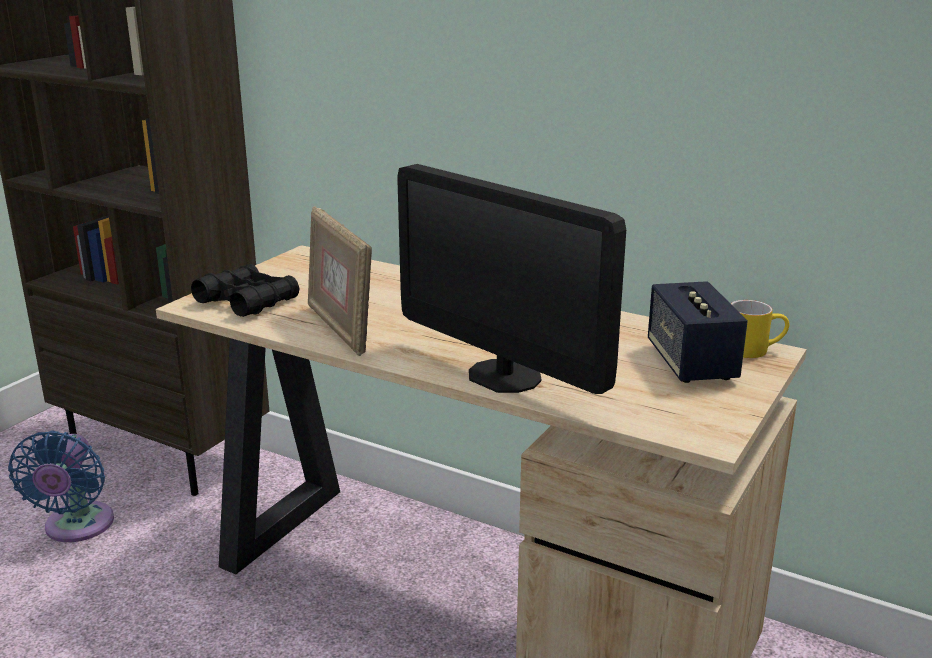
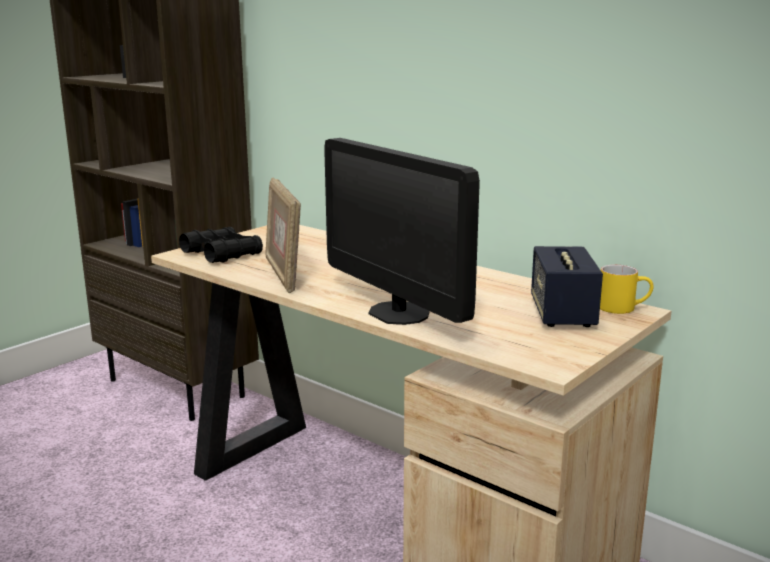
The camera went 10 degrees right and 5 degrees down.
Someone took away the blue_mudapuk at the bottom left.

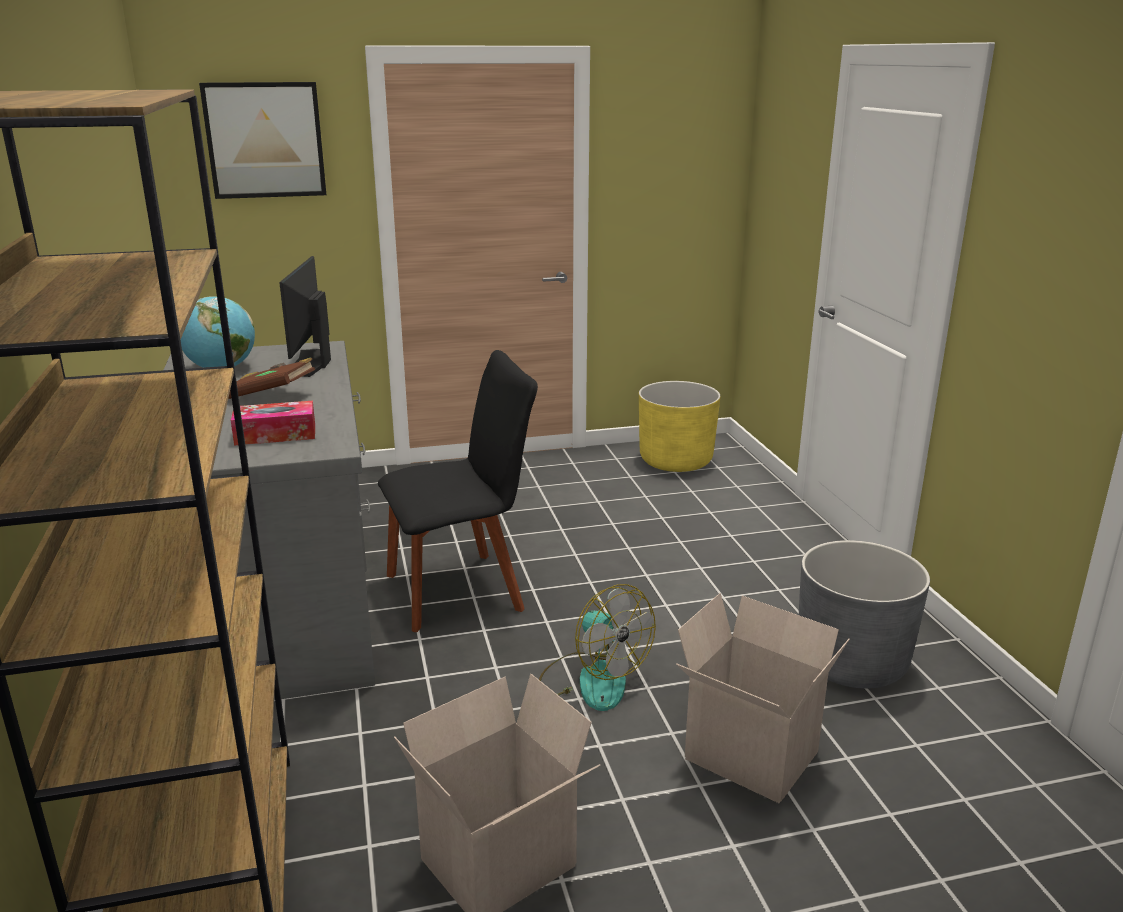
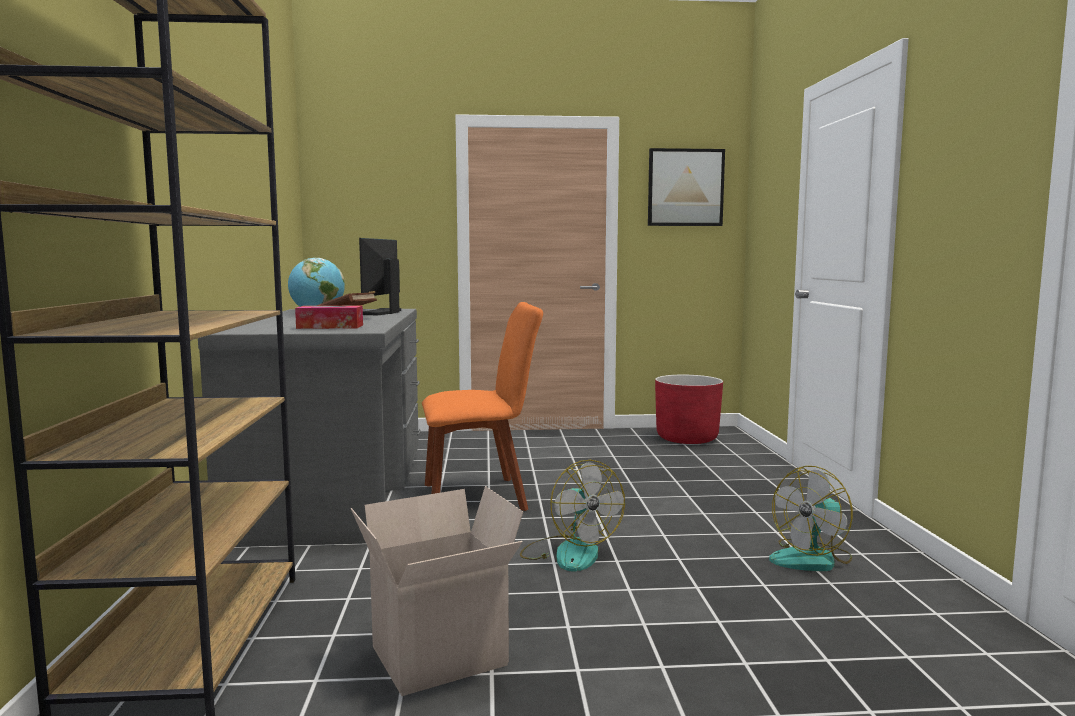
The camera went 10 degrees right and 15 degrees down.
Someone carried the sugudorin from the top left to the top centre.
Someone repainted the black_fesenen at the centre, which became the orange_fesenen at the centre.
Someone repainted the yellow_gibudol at the centre, which became the red_gibudol at the centre.
Someone swapped the grey_gibudol at the bottom right for the mudapuk (2nd from left) at the bottom right.
Someone took away the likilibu (2nd from left) at the bottom right.

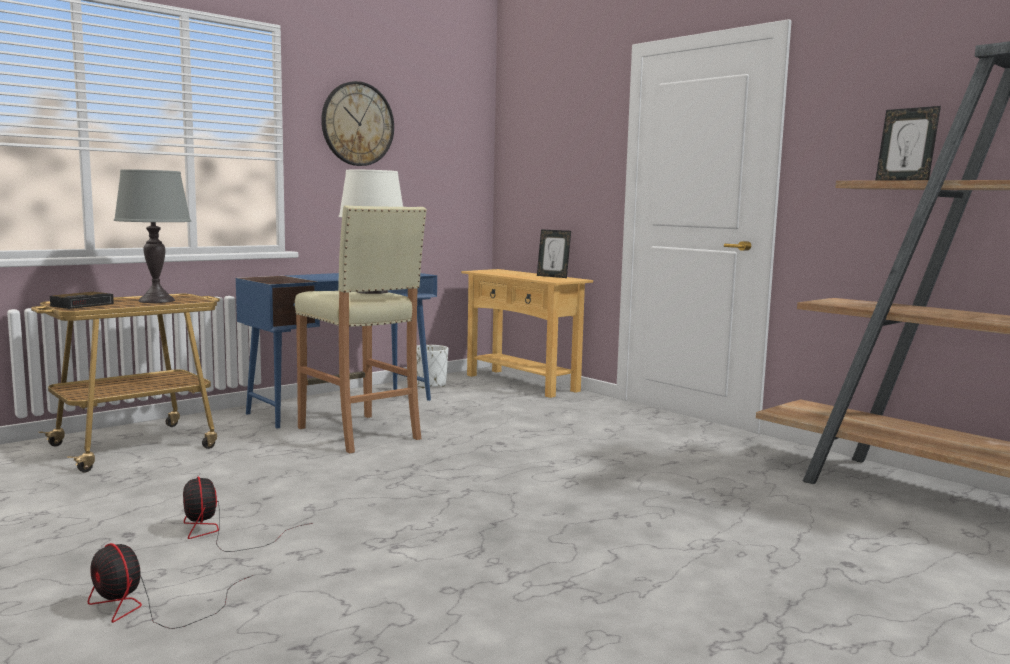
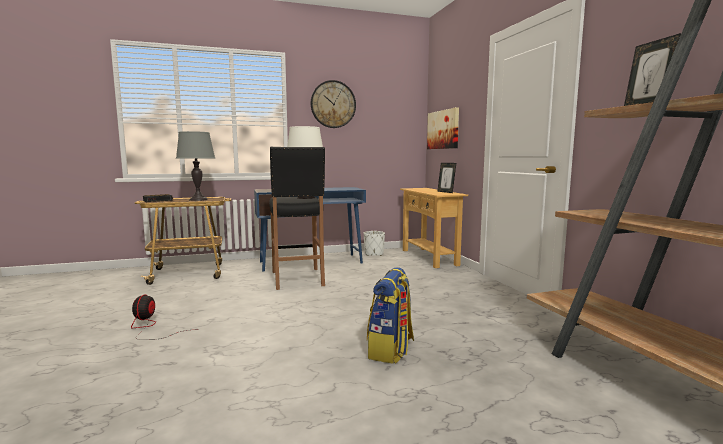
The camera went 25 degrees right and 0 degrees up.
Someone repainted the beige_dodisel at the centre, which became the black_dodisel at the centre.
Someone took away the mudapuk (1st from left) at the bottom left.
Someone put up the sugudorin at the top centre.
Someone put down the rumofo at the bottom centre.

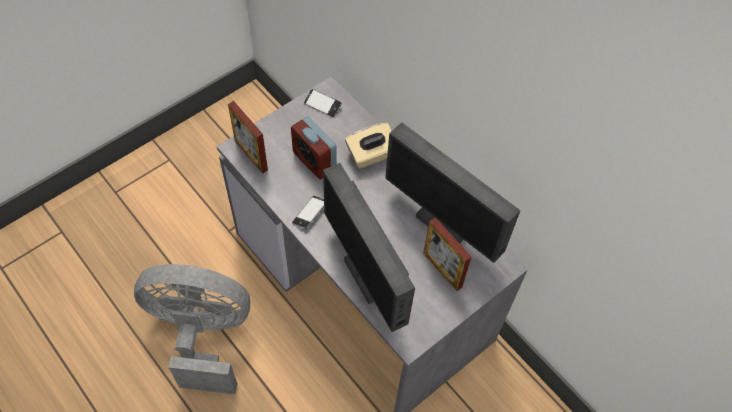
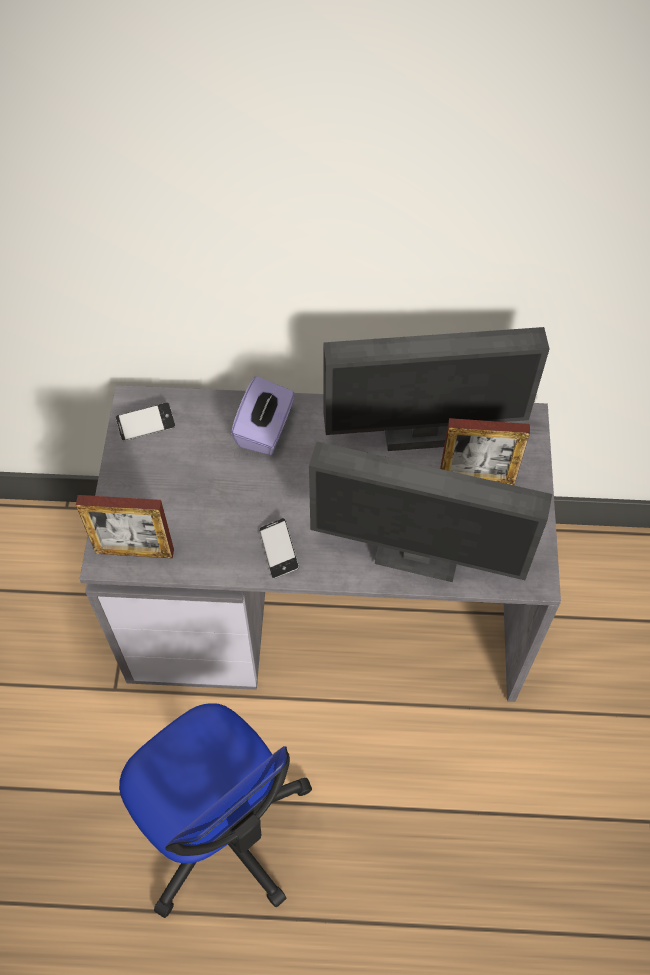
The camera went 45 degrees left and 0 degrees up.
Someone took away the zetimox at the centre.
Someone repainted the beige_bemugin at the centre, which became the purple_bemugin at the centre.
Someone swapped the grey_mudapuk at the bottom left for the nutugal at the bottom left.

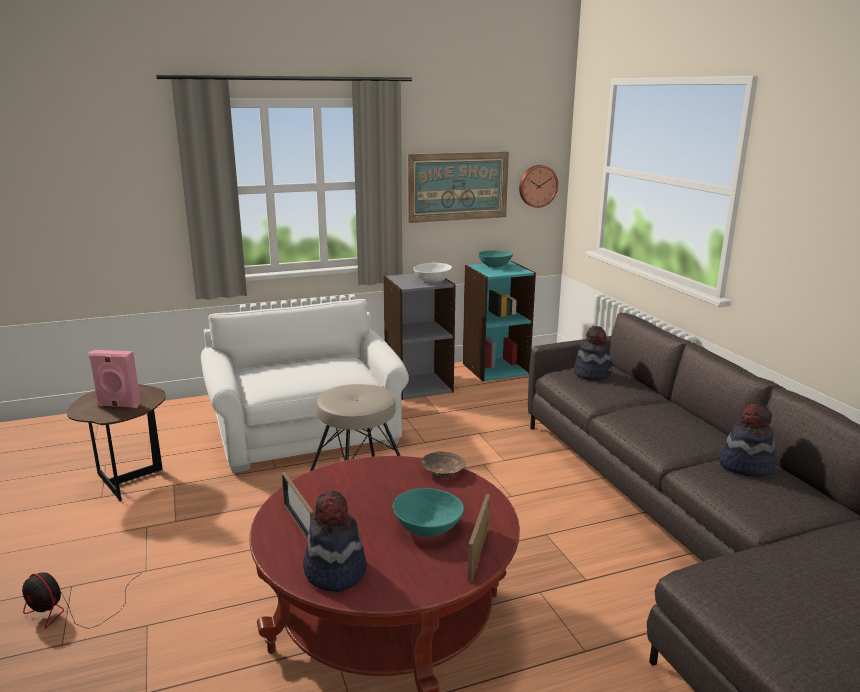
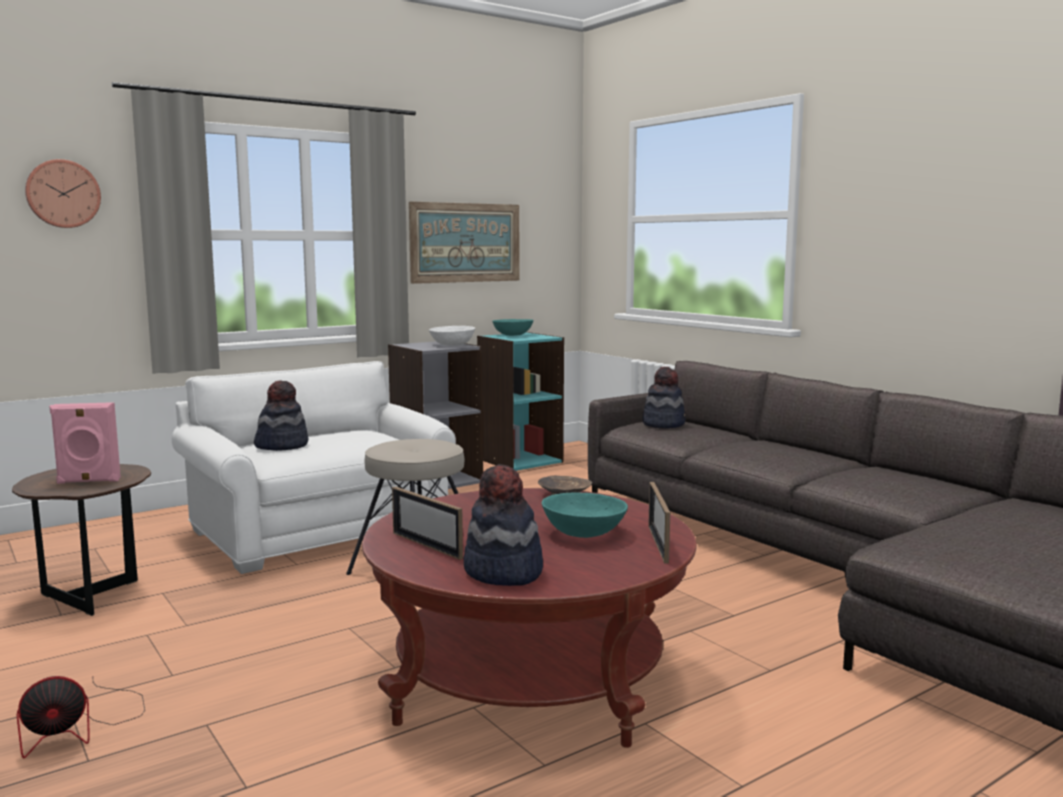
The camera went 15 degrees left and 10 degrees down.
Someone carried the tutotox from the top centre to the top left.
Someone carried the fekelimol (3rd from left in the first image) from the middle right to the middle left.
Someone rotated the mudapuk at the bottom left by 45 degrees counterclockwise.

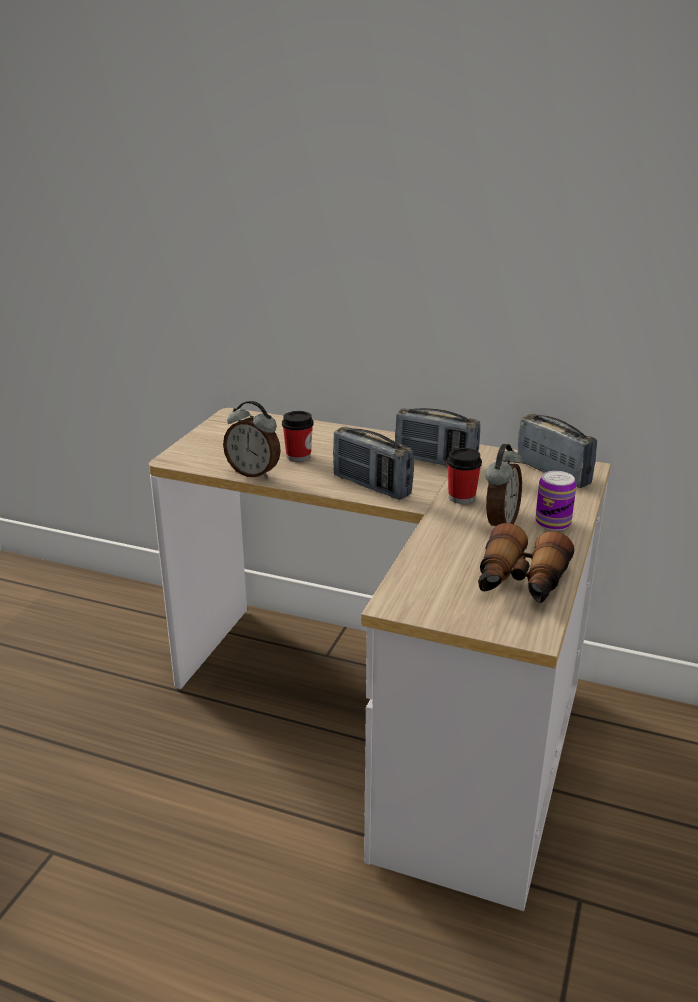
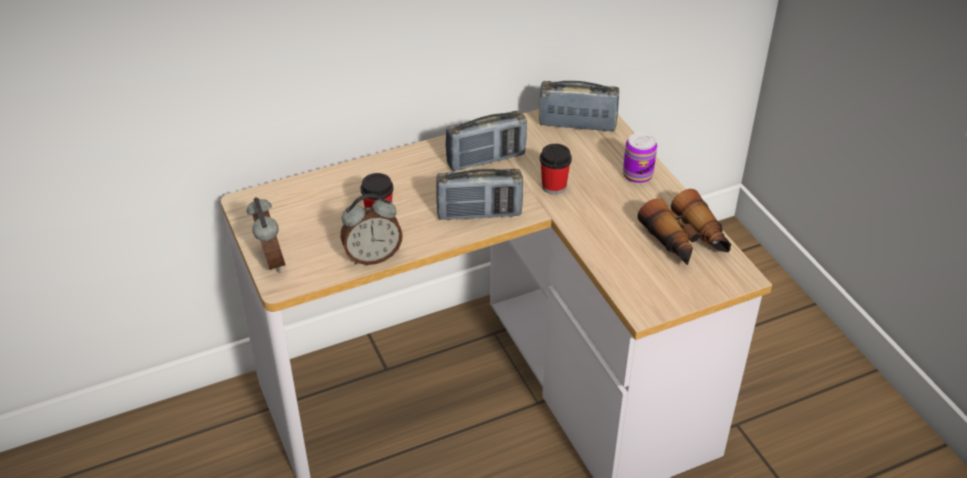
The camera went 45 degrees left and 15 degrees up.
Someone carried the zetimox (2nd from left in the first image) from the middle right to the middle left.

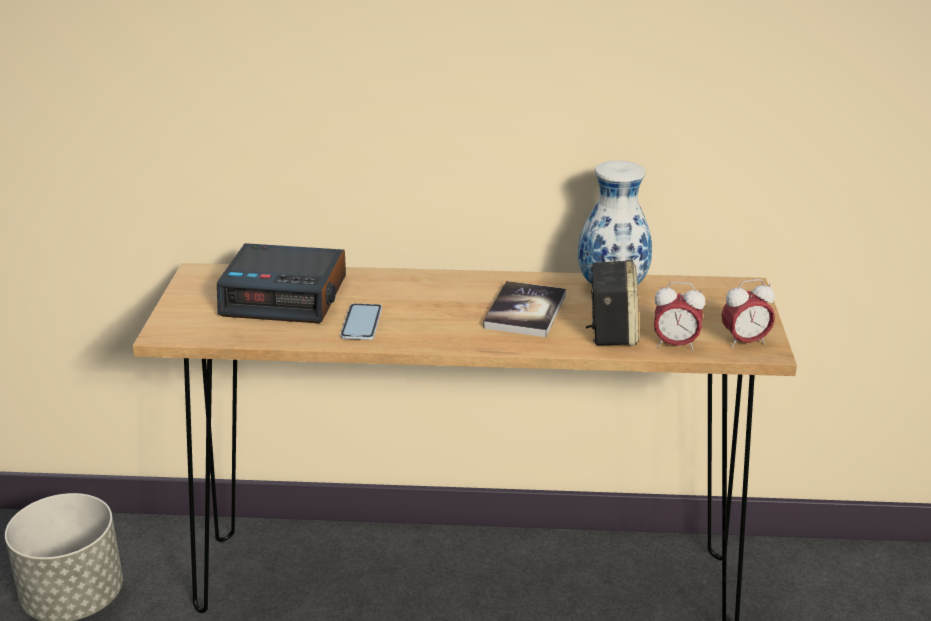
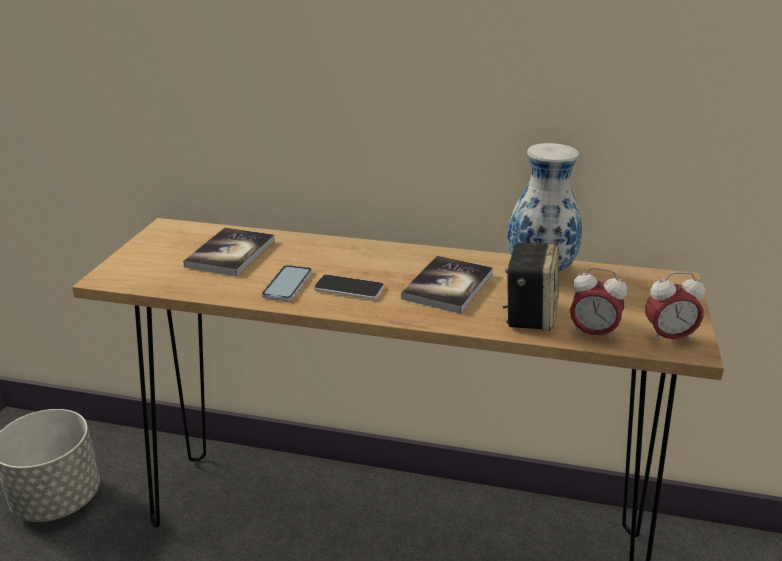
The camera went 10 degrees right and 0 degrees up.
Someone swapped the zetimox (1st from left) at the middle left for the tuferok (1st from left) at the middle left.
Someone put down the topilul (2nd from left) at the centre.

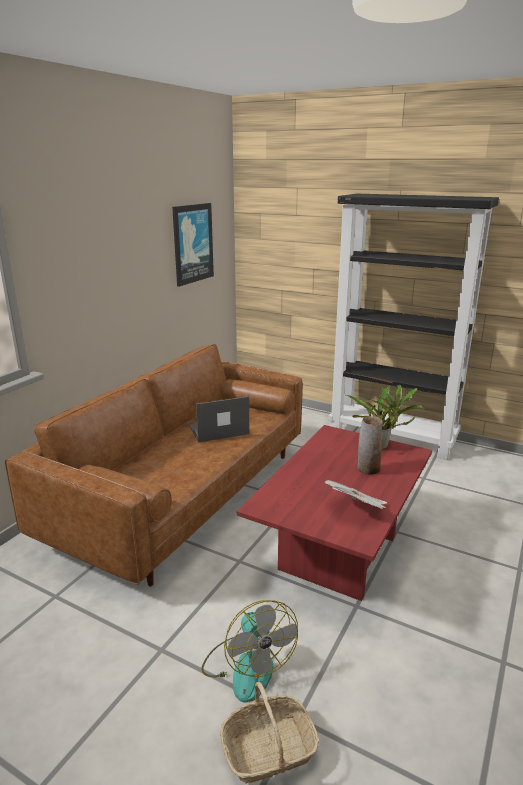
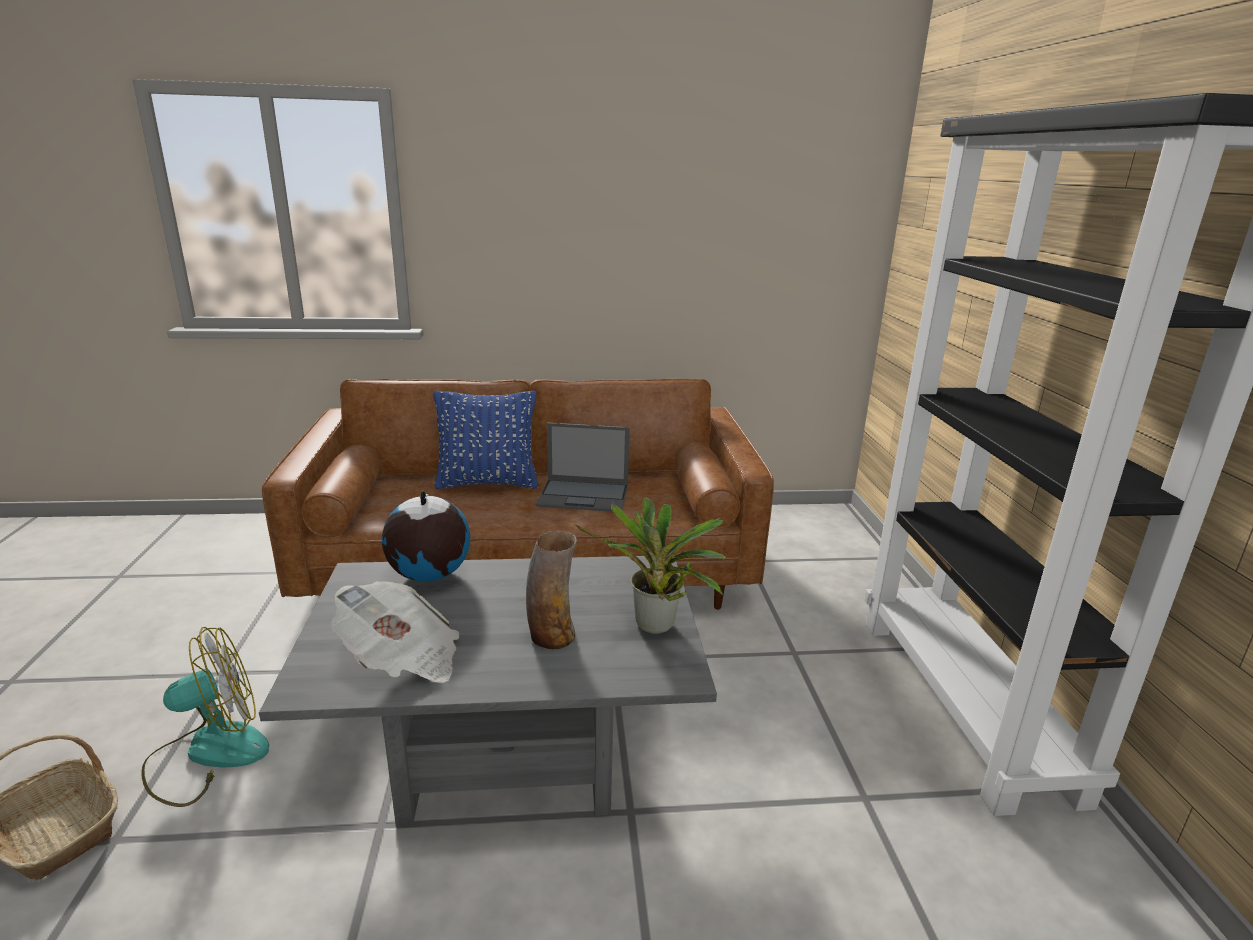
The camera went 55 degrees right and 0 degrees up.
Someone took away the sugudorin at the top centre.
Someone rotated the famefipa at the centre by 150 degrees clockwise.
Someone repainted the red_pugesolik at the centre, which became the grey_pugesolik at the bottom centre.
Someone rotated the mudapuk at the bottom centre by 150 degrees counterclockwise.
Someone put down the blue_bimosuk at the centre.
Someone put down the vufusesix at the centre.

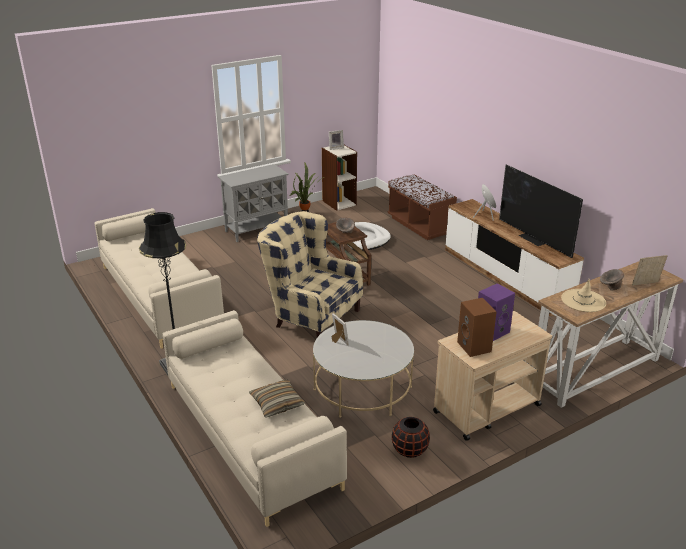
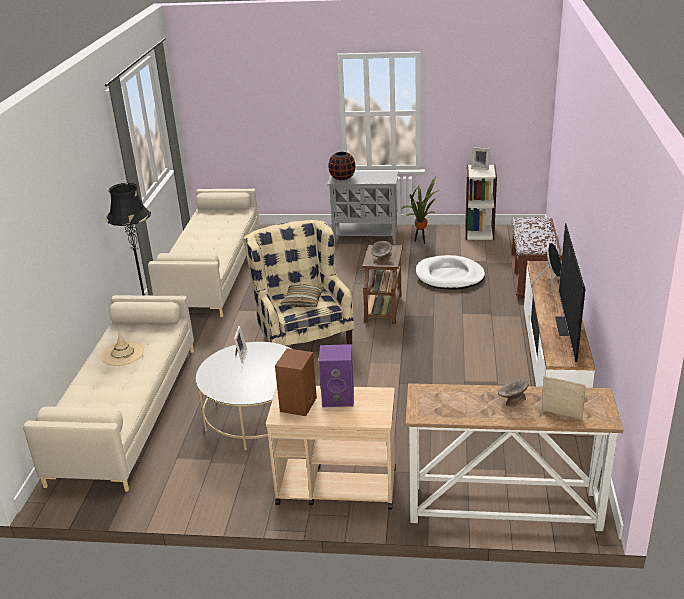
The camera went 40 degrees right and 0 degrees up.
Someone carried the beige_fekelimol from the middle right to the middle left.
Someone carried the bimosuk from the bottom centre to the centre.
Someone carried the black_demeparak from the bottom centre to the top centre.

